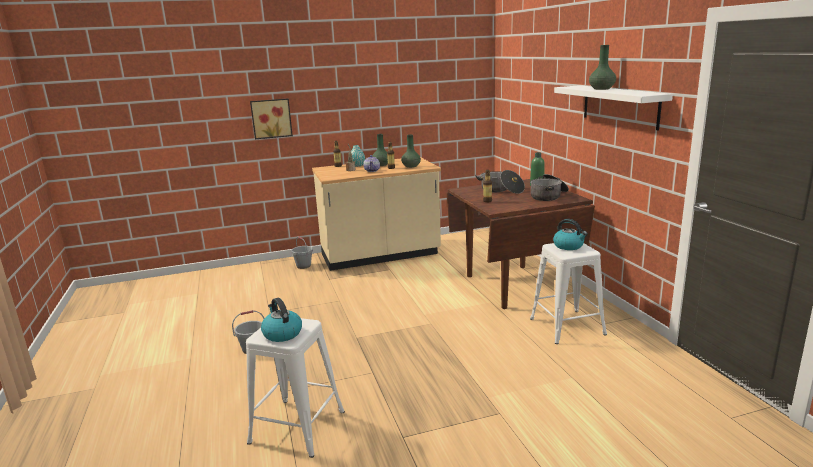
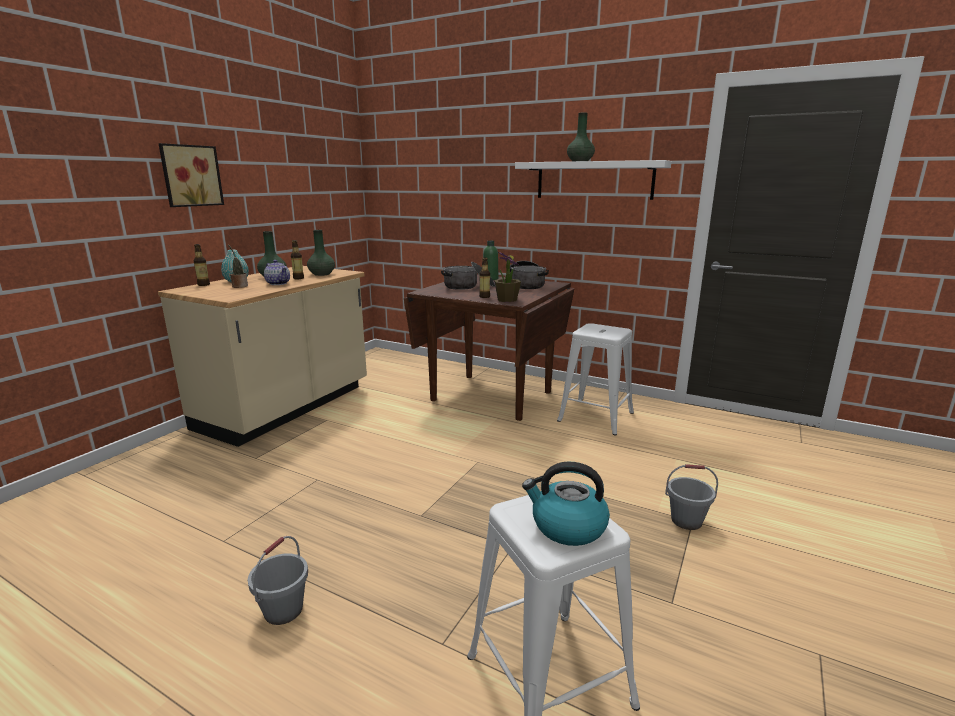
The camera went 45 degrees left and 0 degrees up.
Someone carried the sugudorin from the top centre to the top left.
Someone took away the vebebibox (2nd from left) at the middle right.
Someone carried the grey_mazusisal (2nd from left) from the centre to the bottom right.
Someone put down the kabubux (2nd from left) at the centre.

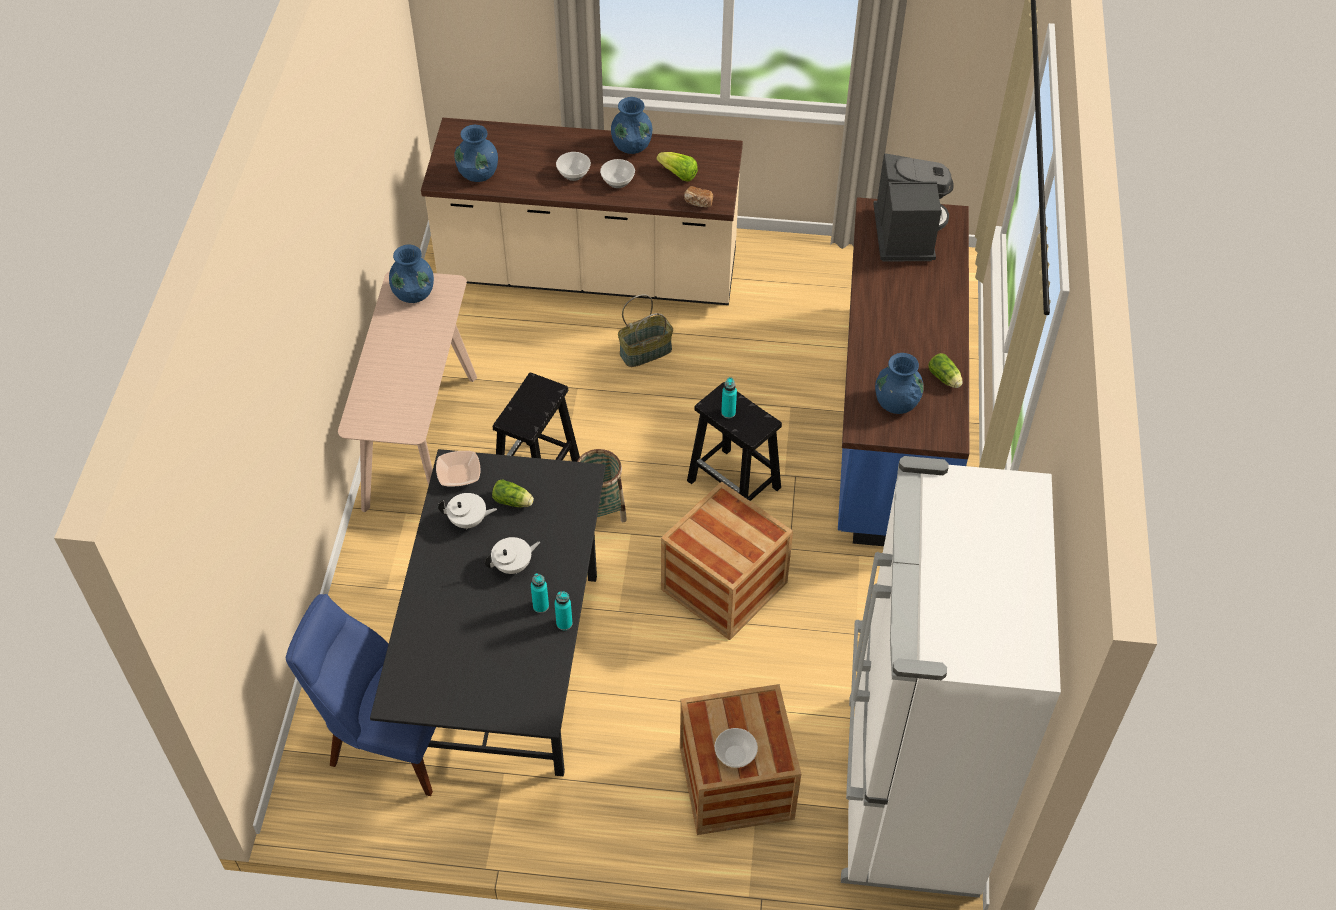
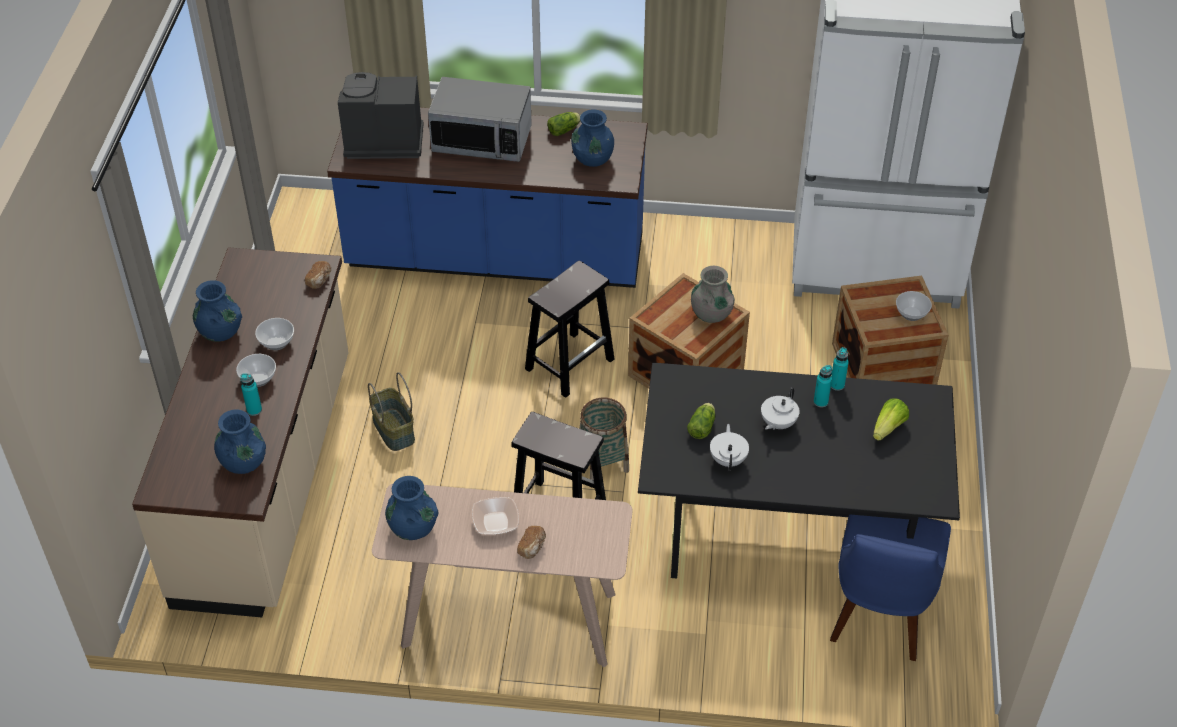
The camera went 90 degrees left and 5 degrees down.
Someone carried the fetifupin (2nd from left in the first image) from the top centre to the middle right.
Someone carried the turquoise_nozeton (3rd from left in the first image) from the centre to the middle left.
Someone carried the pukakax (1st from left in the first image) from the centre to the bottom centre.
Someone rotated the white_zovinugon (2nd from left) at the centre by 120 degrees counterclockwise.
Someone put down the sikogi at the top centre.
Someone put down the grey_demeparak at the centre.
Someone put down the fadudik (2nd from left) at the bottom centre.

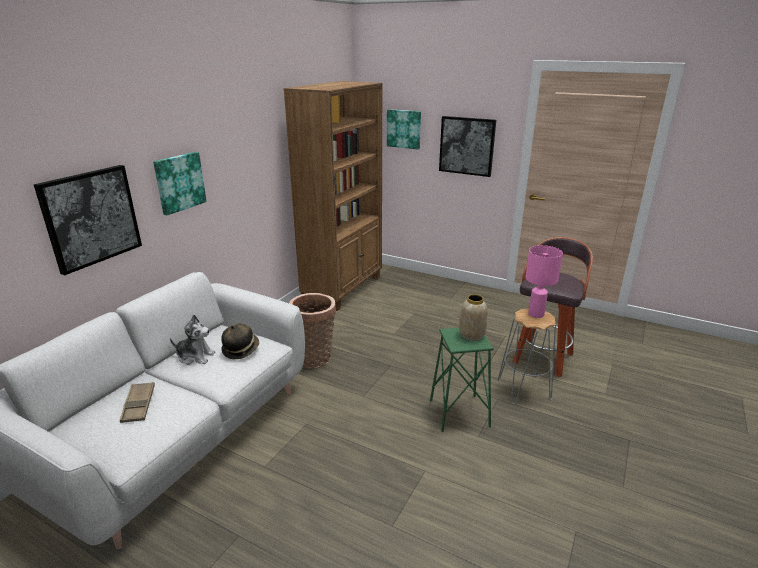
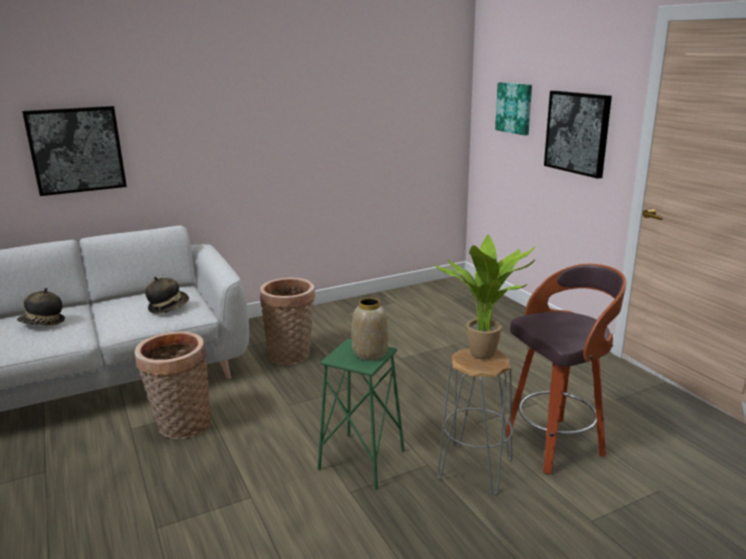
The camera went 35 degrees right and 5 degrees down.
Someone took away the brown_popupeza at the centre.
Someone took away the sugudorin (2nd from left) at the top left.
Someone swapped the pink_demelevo at the middle right for the kabubux at the centre.
Someone took away the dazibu at the middle left.
Someone swapped the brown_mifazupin at the bottom left for the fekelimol (1st from left) at the middle left.
Someone put down the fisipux (1st from left) at the bottom left.

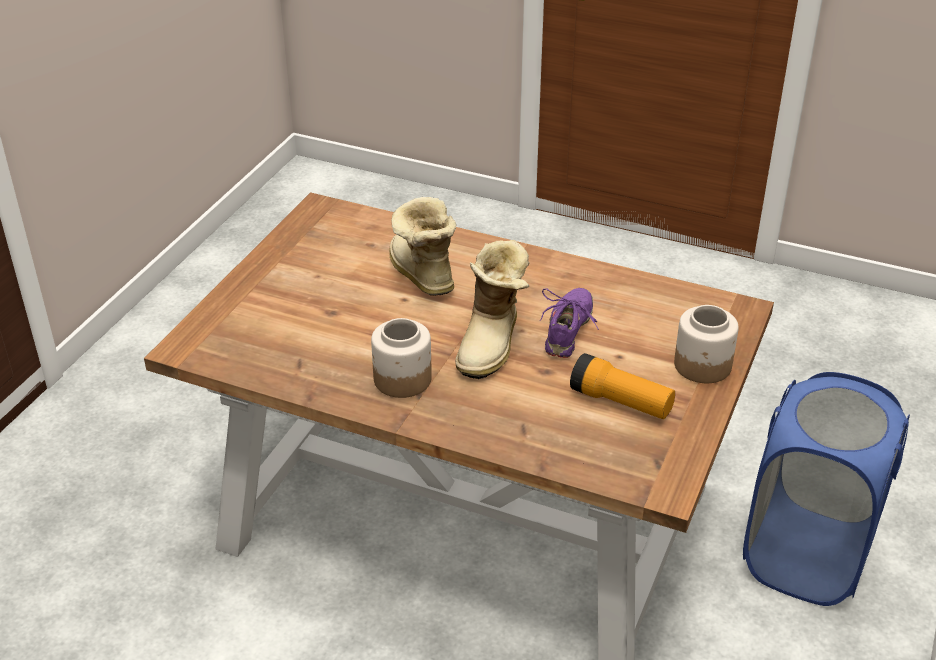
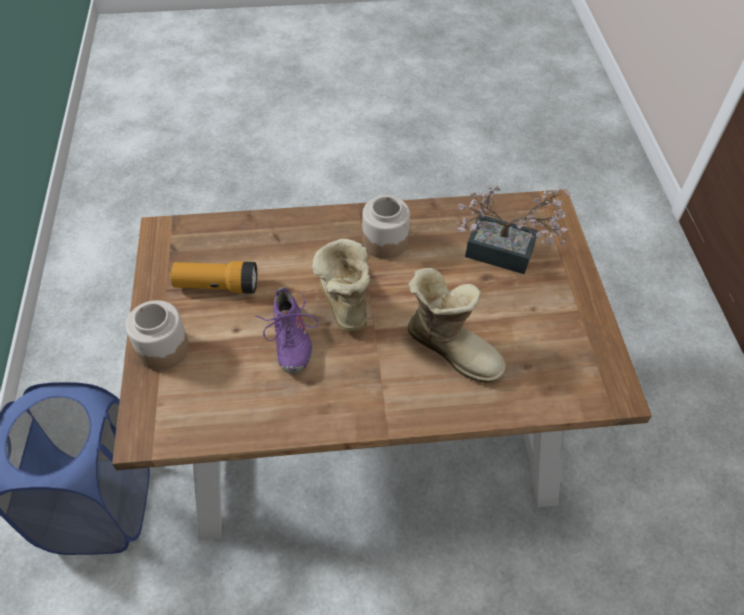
The camera went 150 degrees right and 15 degrees up.
Someone put down the kabubux at the middle right.

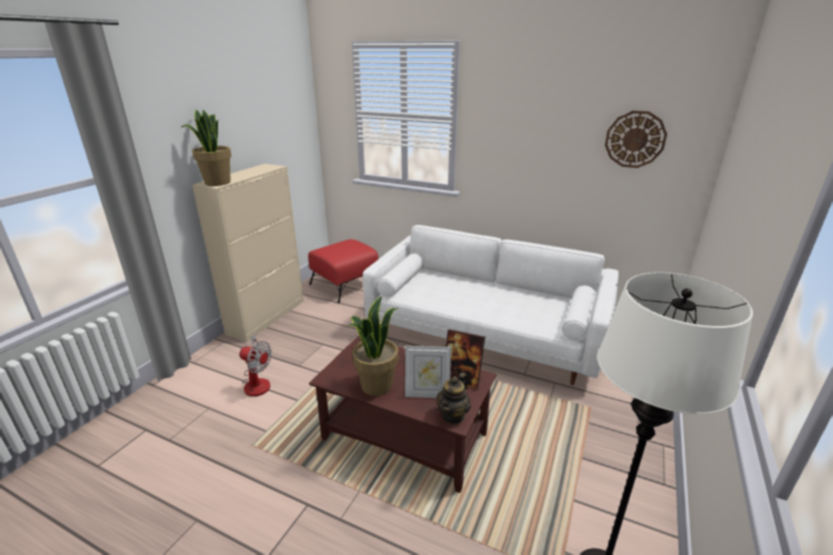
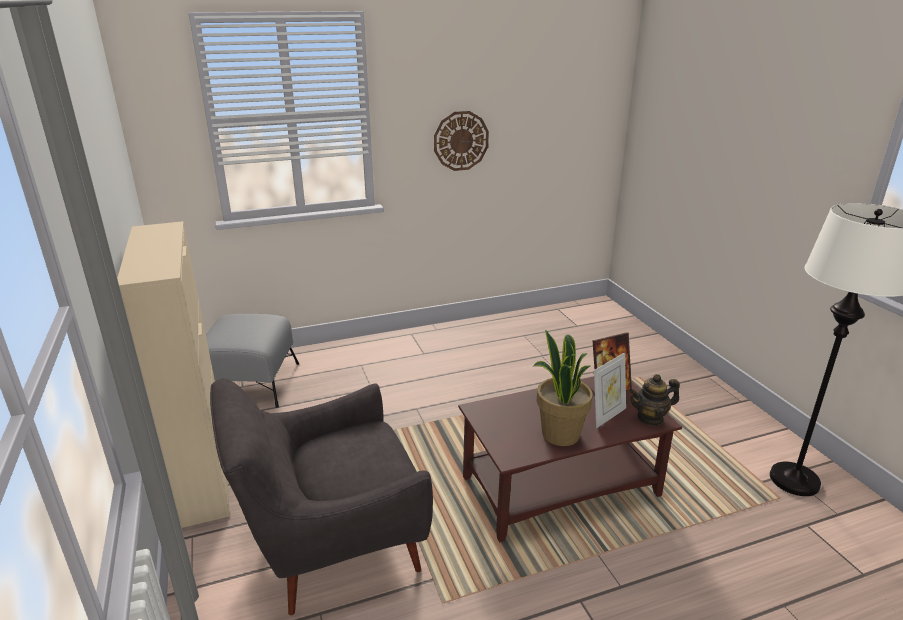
The camera went 45 degrees left and 0 degrees up.
Someone took away the kabubux (1st from left) at the top left.
Someone carried the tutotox from the top right to the top centre.
Someone took away the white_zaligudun at the centre.
Someone repainted the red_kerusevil at the centre, which became the grey_kerusevil at the middle left.
Someone swapped the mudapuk at the middle left for the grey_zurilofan at the bottom centre.
Someone rotated the zovinugon at the bottom centre by 90 degrees clockwise.

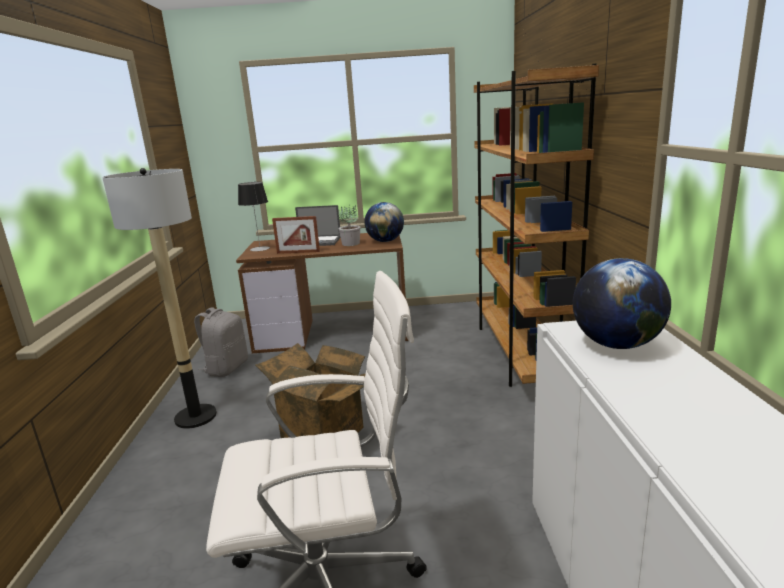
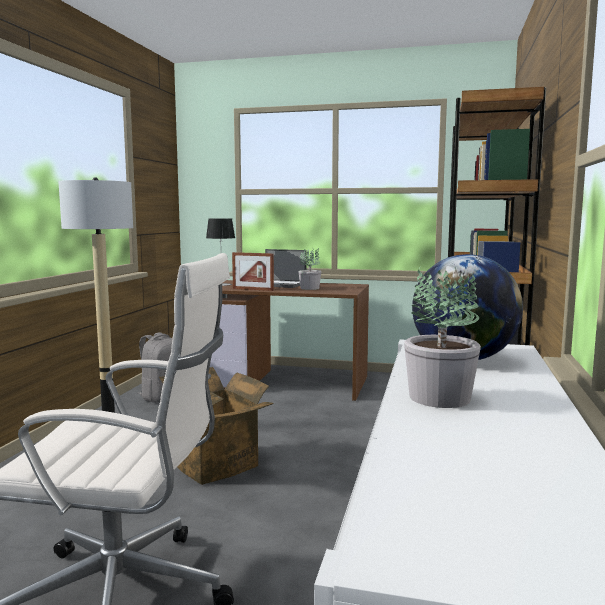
The camera went 15 degrees right and 10 degrees down.
Someone took away the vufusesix (1st from left) at the centre.
Someone put down the kabubux (2nd from left) at the middle right.

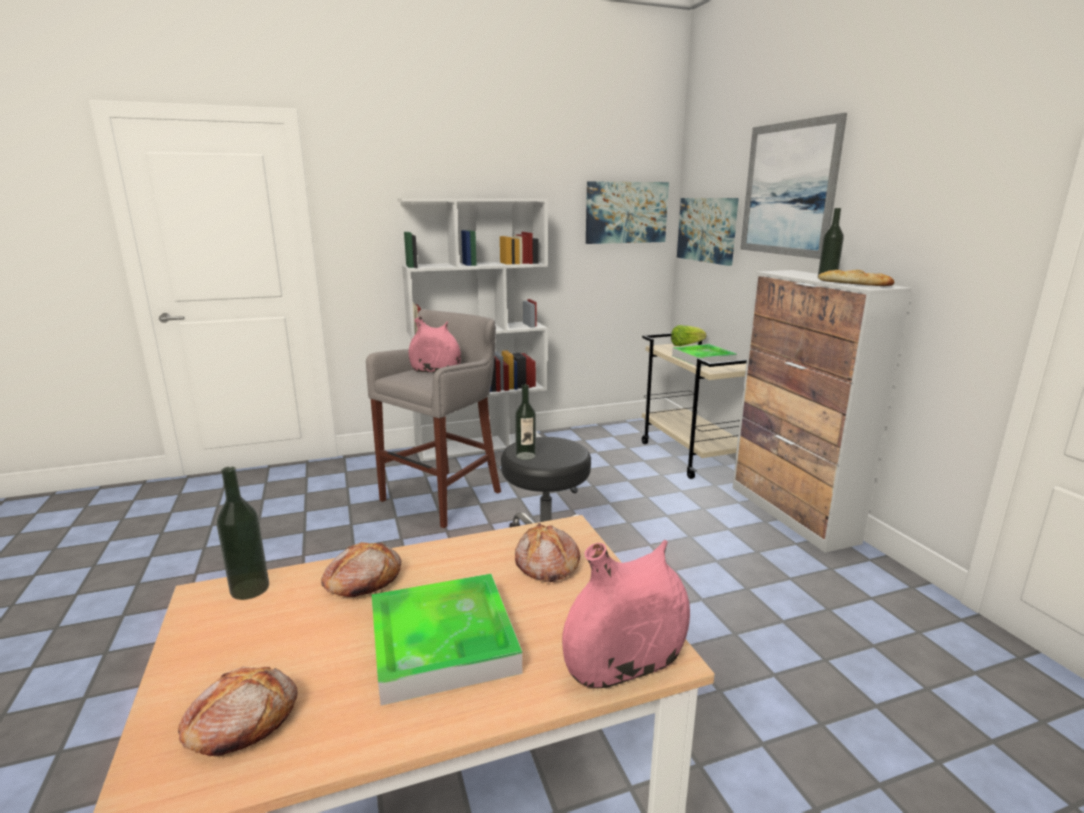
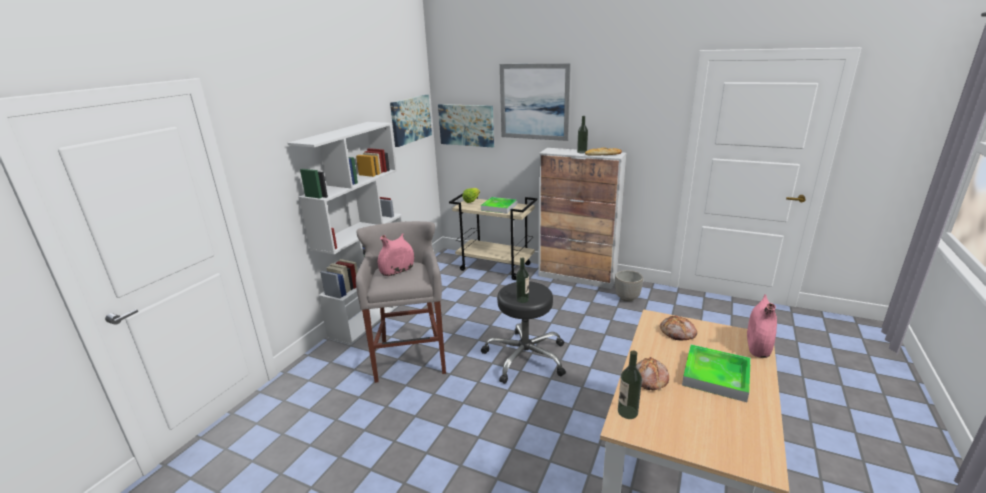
The camera went 45 degrees left and 5 degrees up.
Someone took away the fadudik (1st from left) at the bottom left.
Someone put down the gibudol at the centre.

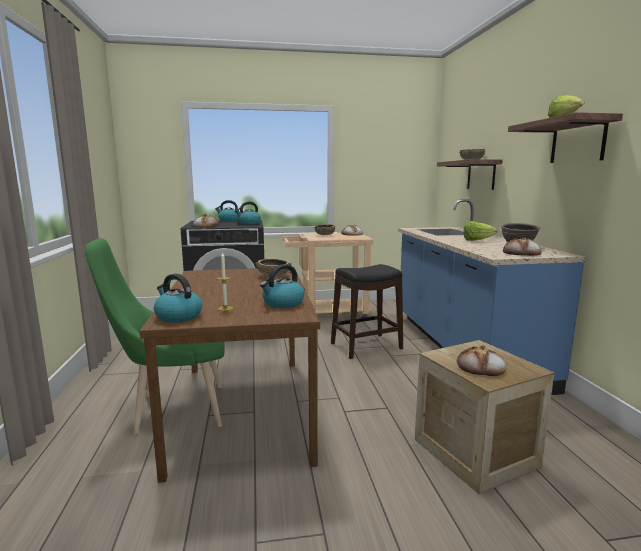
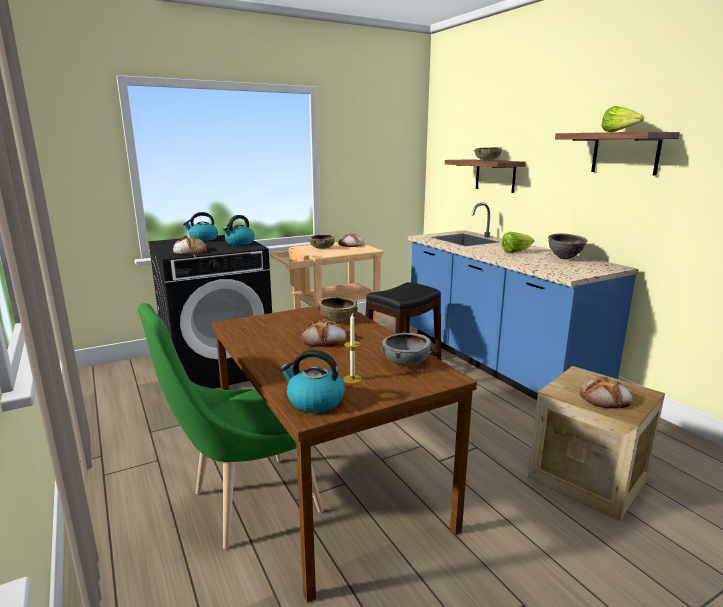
The camera went 20 degrees left and 5 degrees up.
Someone carried the fadudik (4th from left in the first image) from the middle right to the centre.
Someone swapped the vebebibox (4th from left) at the centre for the grey_pukakax at the centre.

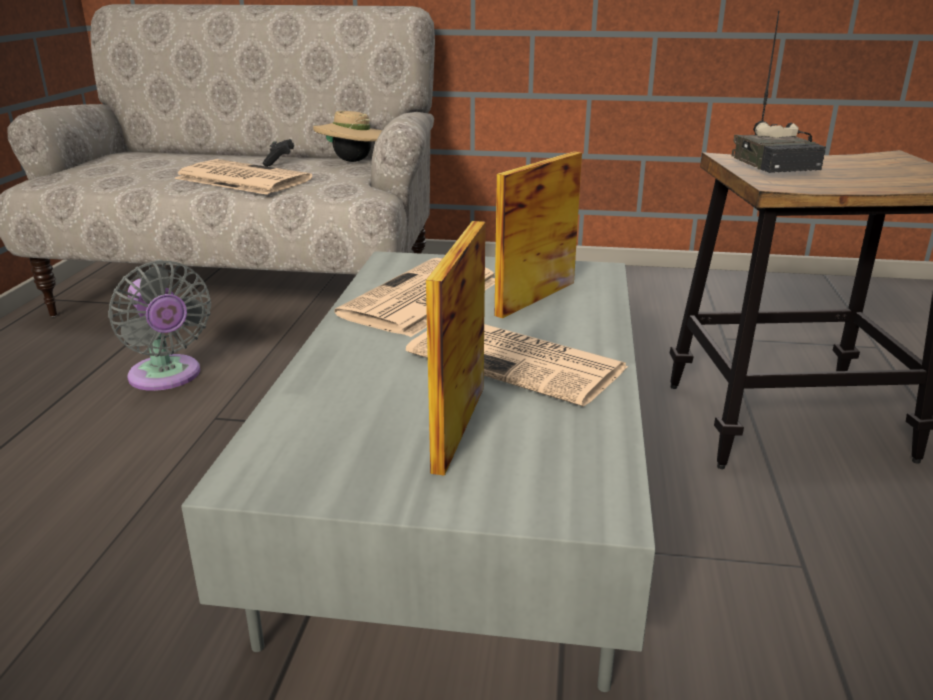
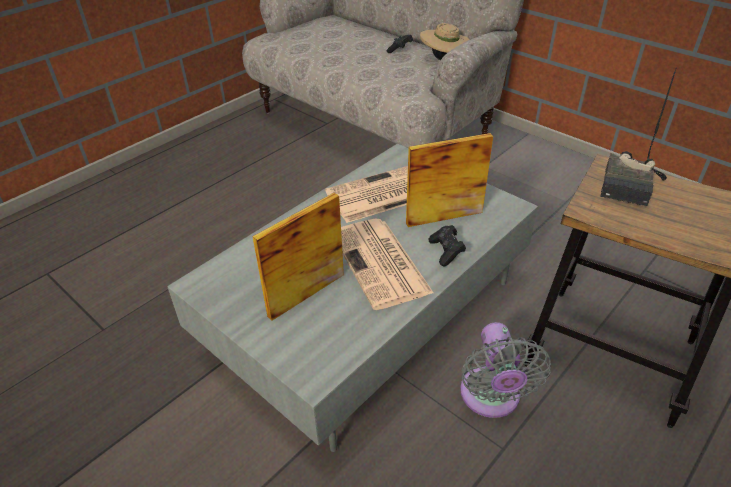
The camera went 35 degrees right and 15 degrees up.
Someone took away the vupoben (1st from left) at the top left.
Someone carried the grey_mudapuk from the middle left to the bottom right.
Someone put down the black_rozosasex (2nd from left) at the centre.

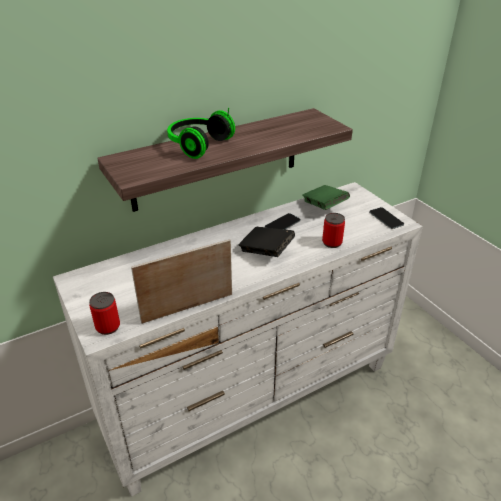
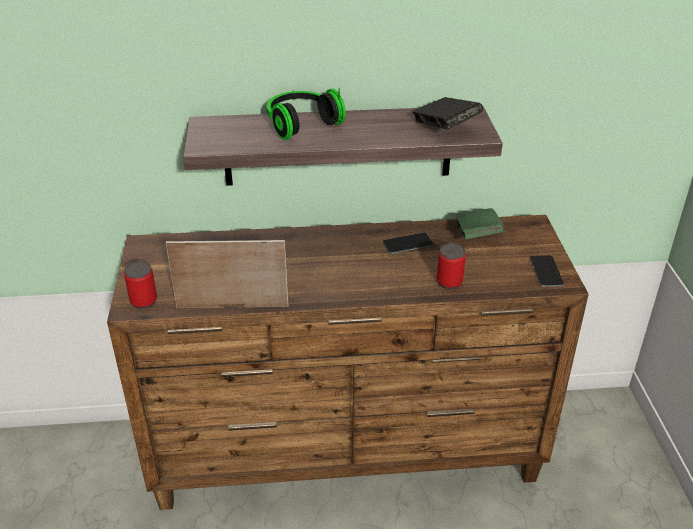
The camera went 25 degrees right and 0 degrees up.
Someone repainted the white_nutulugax at the bottom centre, which became the brown_nutulugax at the bottom centre.
Someone carried the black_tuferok from the centre to the top centre.

